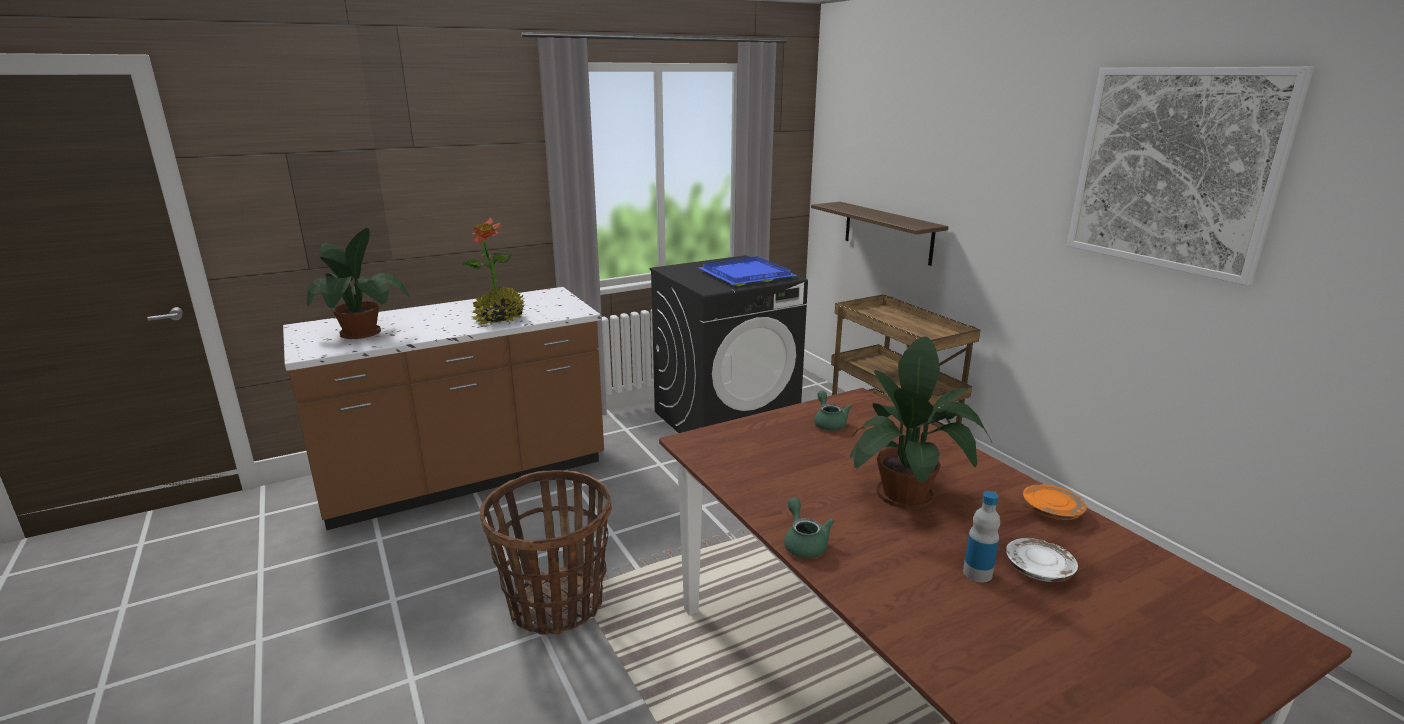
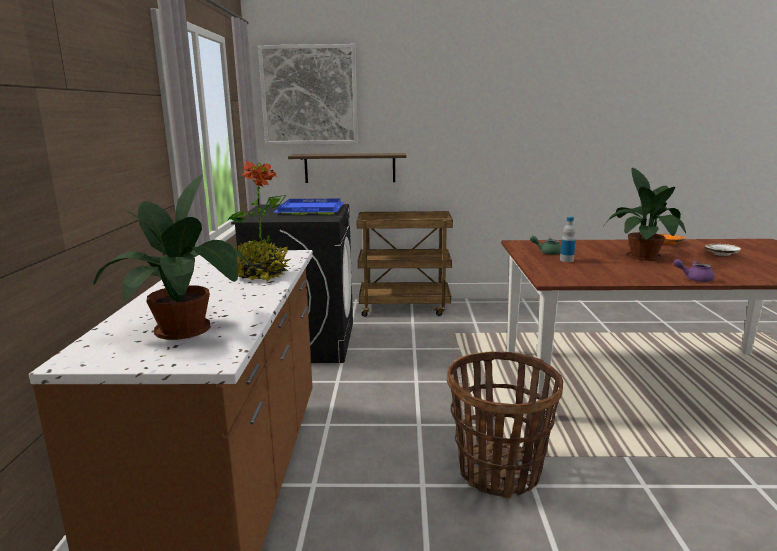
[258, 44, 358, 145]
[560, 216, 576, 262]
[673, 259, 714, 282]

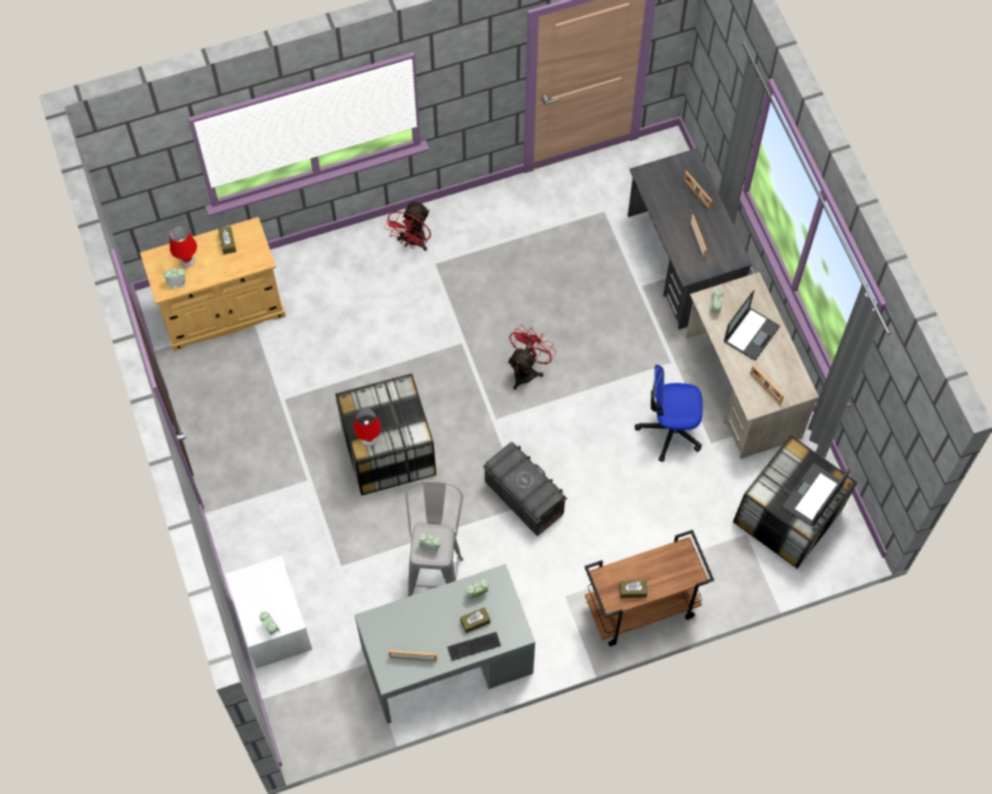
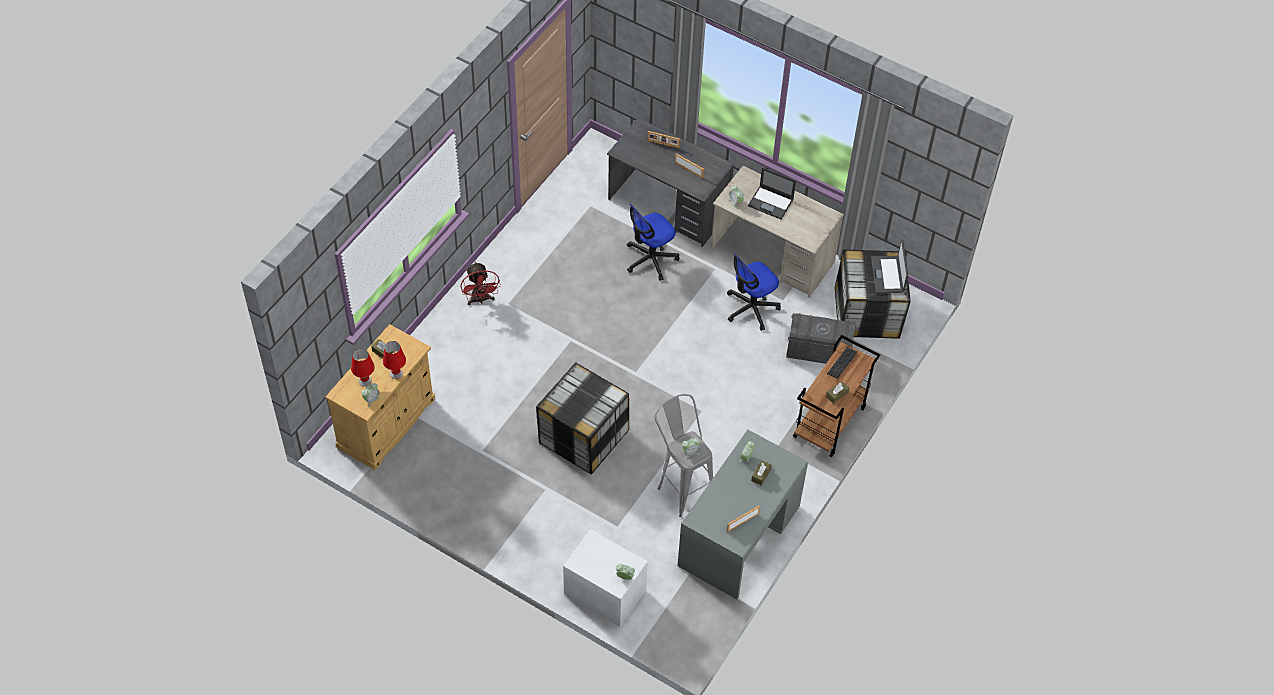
[748, 167, 796, 220]
[508, 324, 556, 390] (first image)
[750, 365, 784, 404] (first image)
[383, 341, 406, 379]
[786, 313, 856, 364]
[827, 347, 857, 379]
[627, 204, 679, 281]

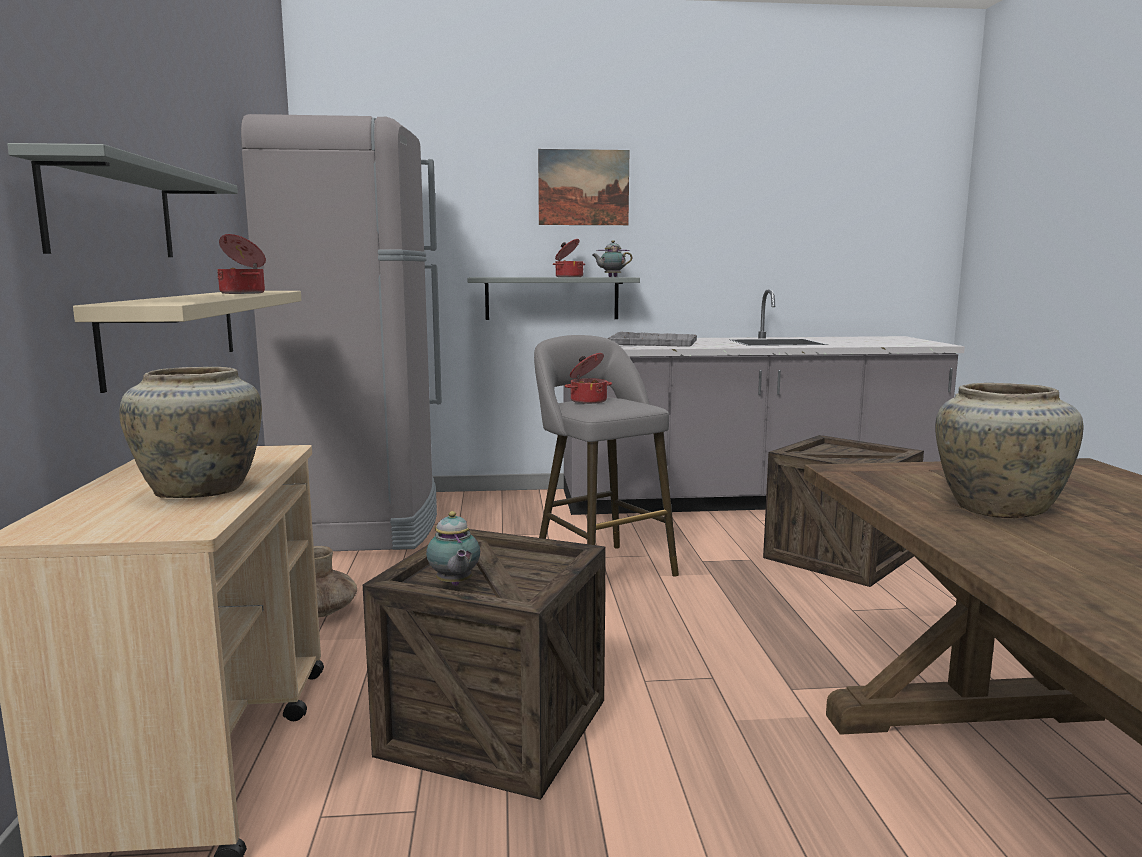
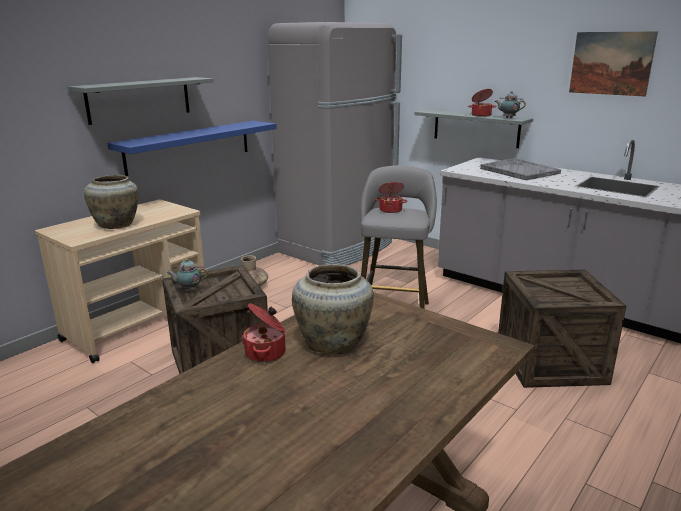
[569, 31, 658, 97]
[242, 303, 286, 363]
[107, 121, 277, 176]
[166, 258, 209, 291]

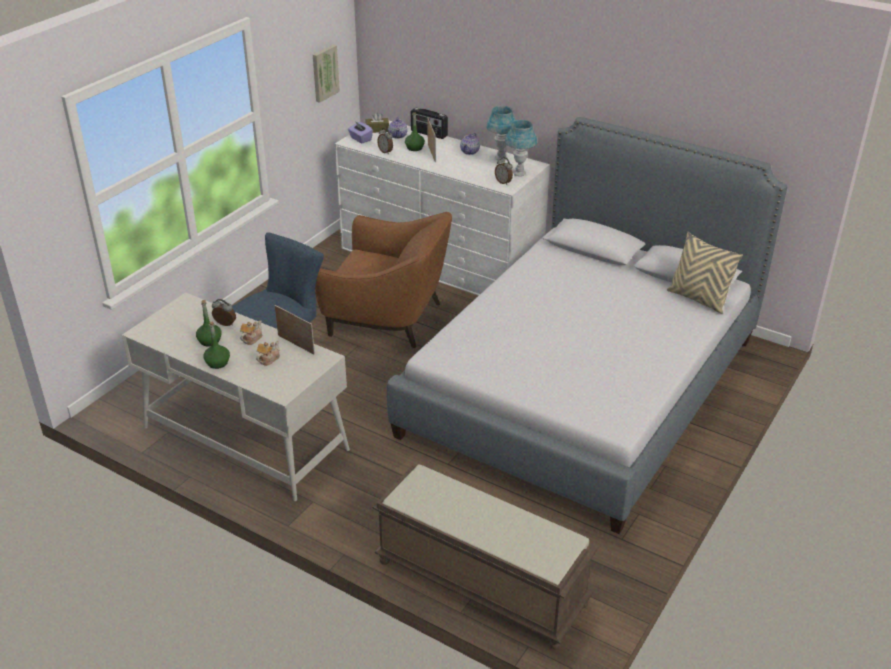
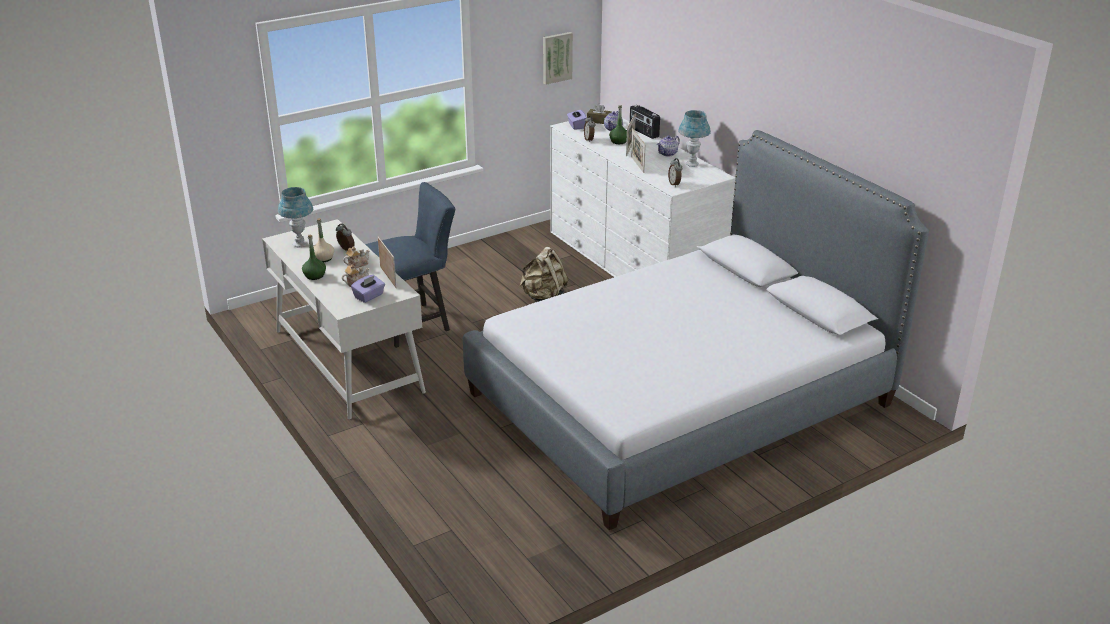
[278, 187, 313, 247]
[520, 247, 568, 301]
[667, 232, 743, 314] (first image)
[313, 218, 334, 262]
[372, 464, 599, 650] (first image)
[631, 128, 646, 173]
[351, 275, 385, 303]

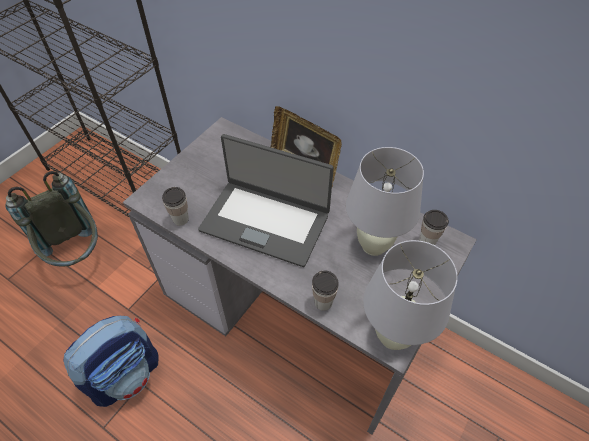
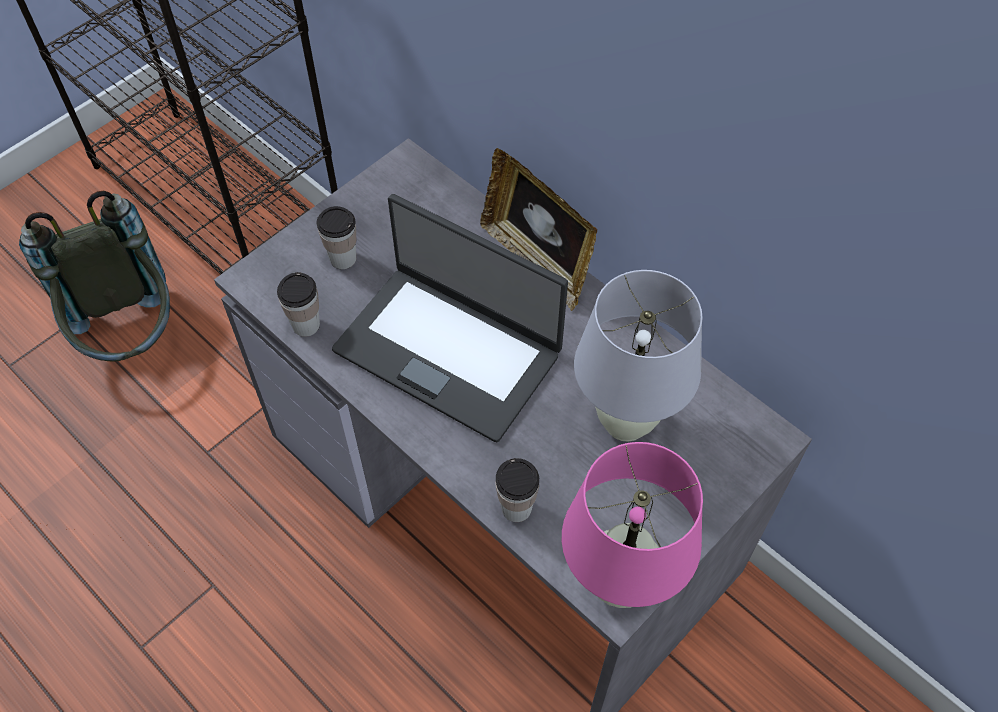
[317, 206, 356, 269]
[562, 442, 703, 608]
[63, 316, 159, 407] (first image)

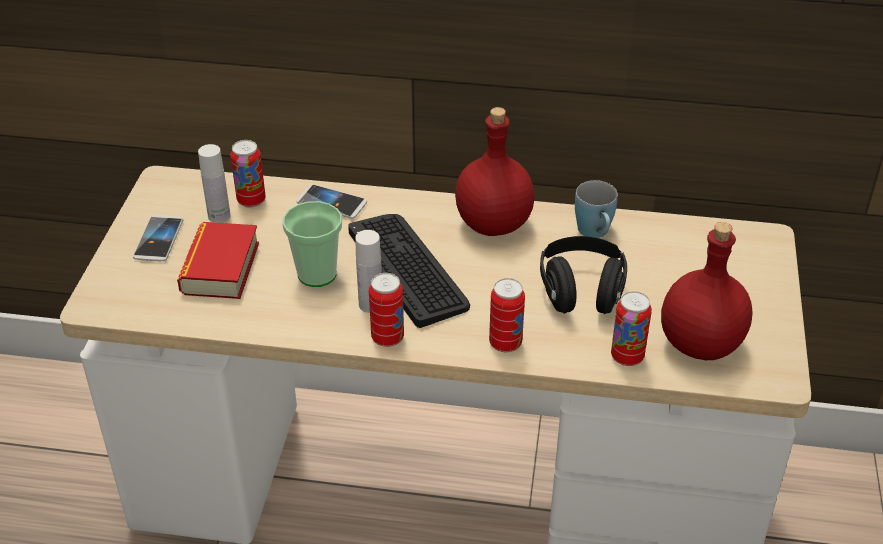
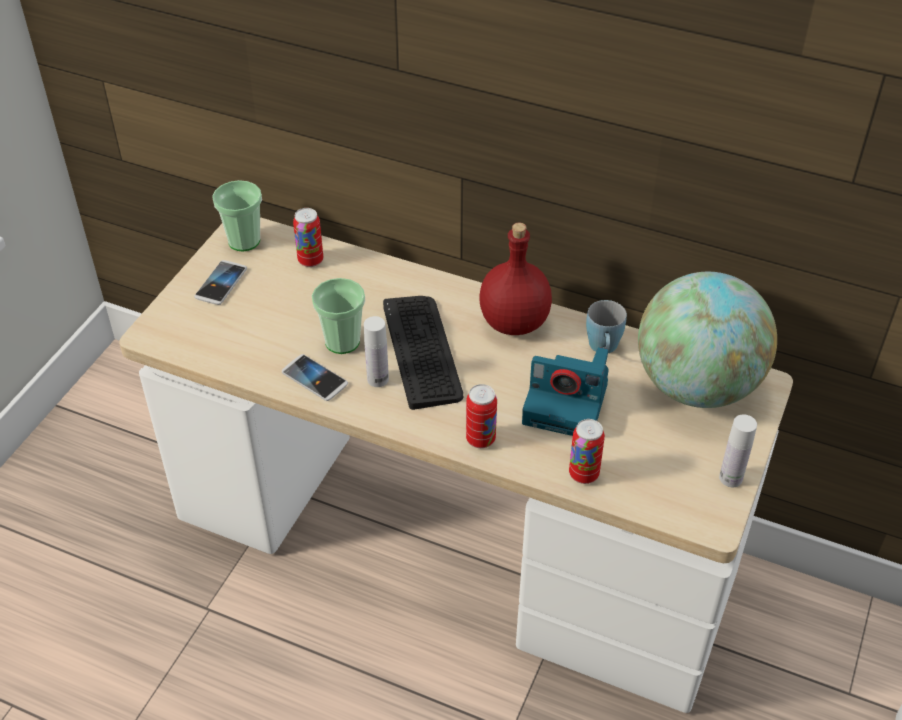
[719, 414, 757, 487]
[282, 354, 348, 401]
[177, 222, 259, 299] (first image)
[661, 222, 753, 360] (first image)
[522, 347, 609, 436]
[369, 273, 404, 347] (first image)
[212, 180, 262, 251]
[638, 272, 777, 408]

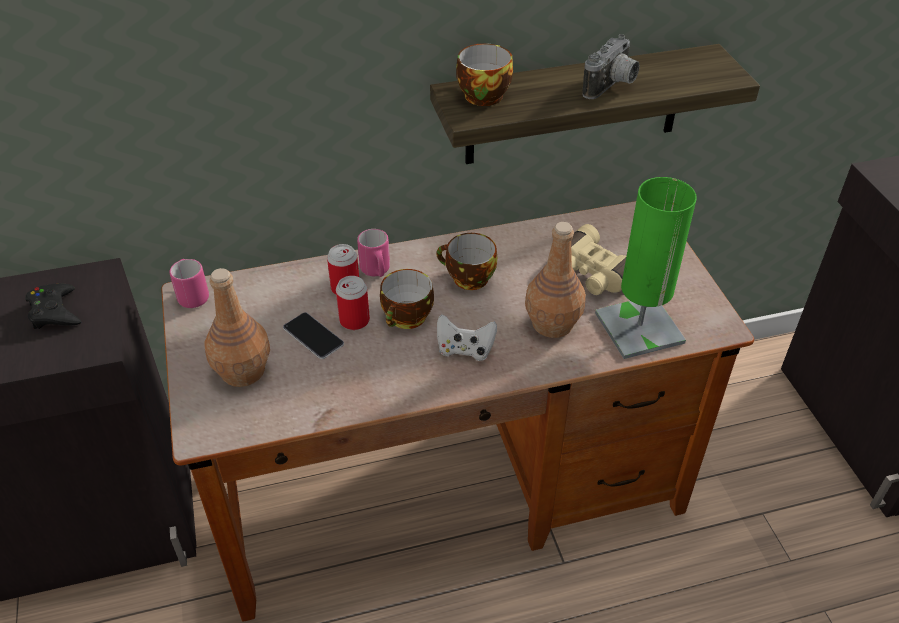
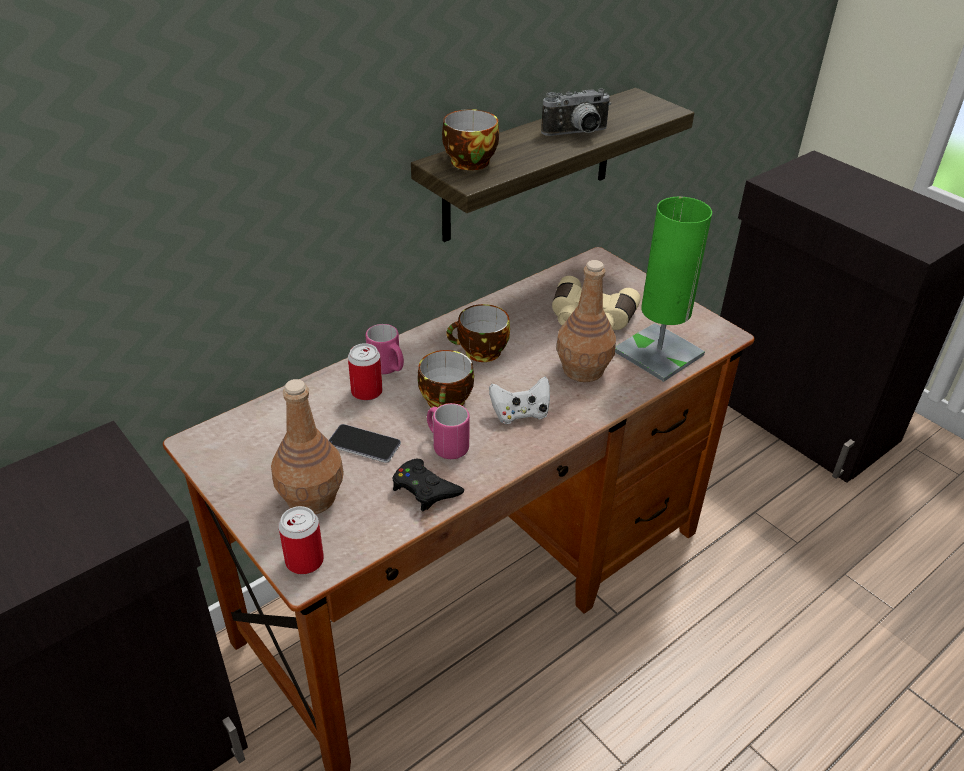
[541, 88, 611, 136]
[427, 403, 470, 459]
[278, 506, 324, 574]
[393, 459, 464, 511]

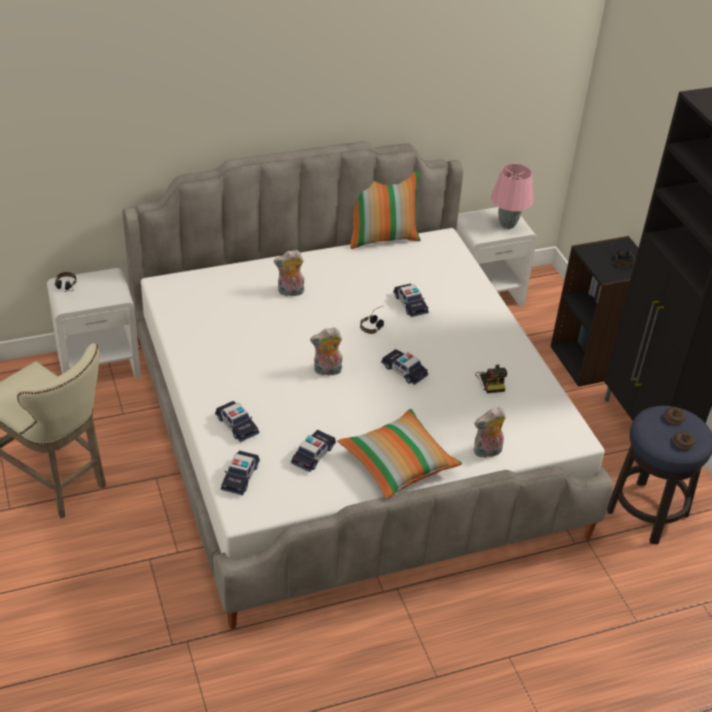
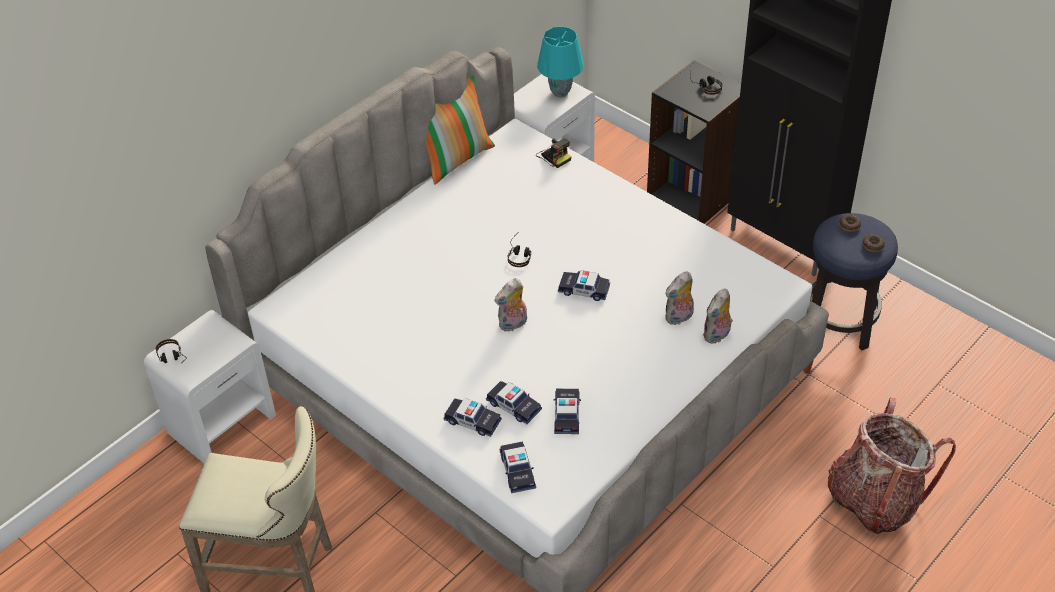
[537, 27, 584, 97]
[665, 271, 694, 325]
[486, 381, 542, 424]
[536, 138, 571, 168]
[337, 409, 462, 499] (first image)
[828, 397, 956, 534]

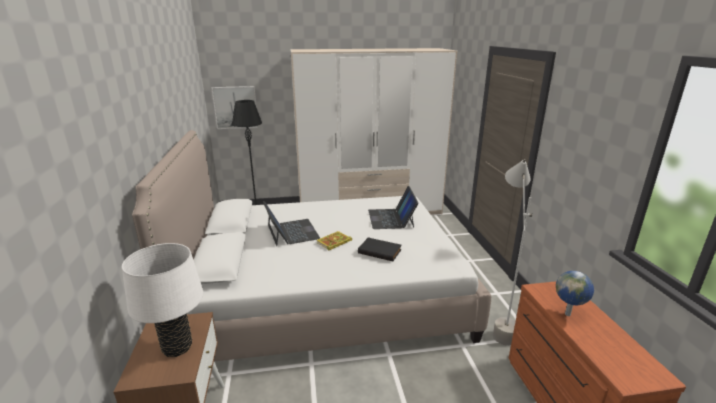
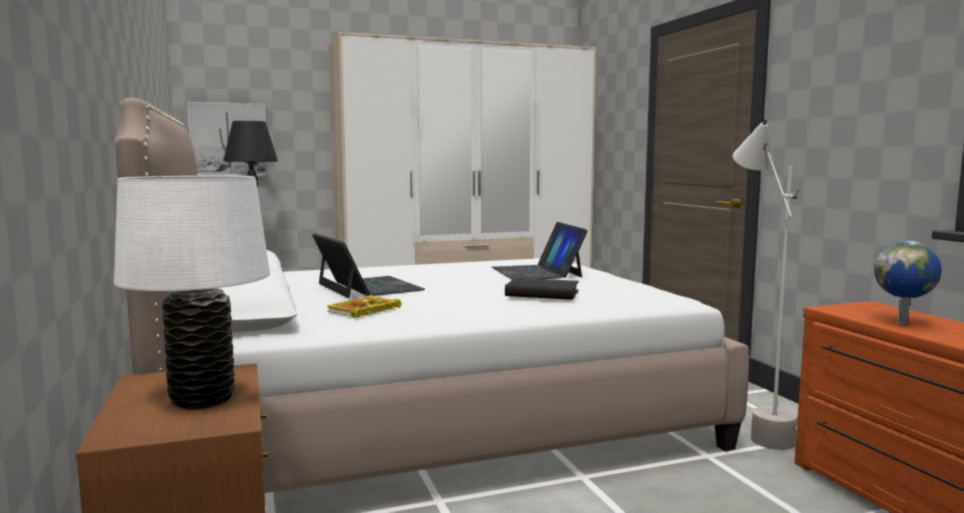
[327, 296, 401, 318]

